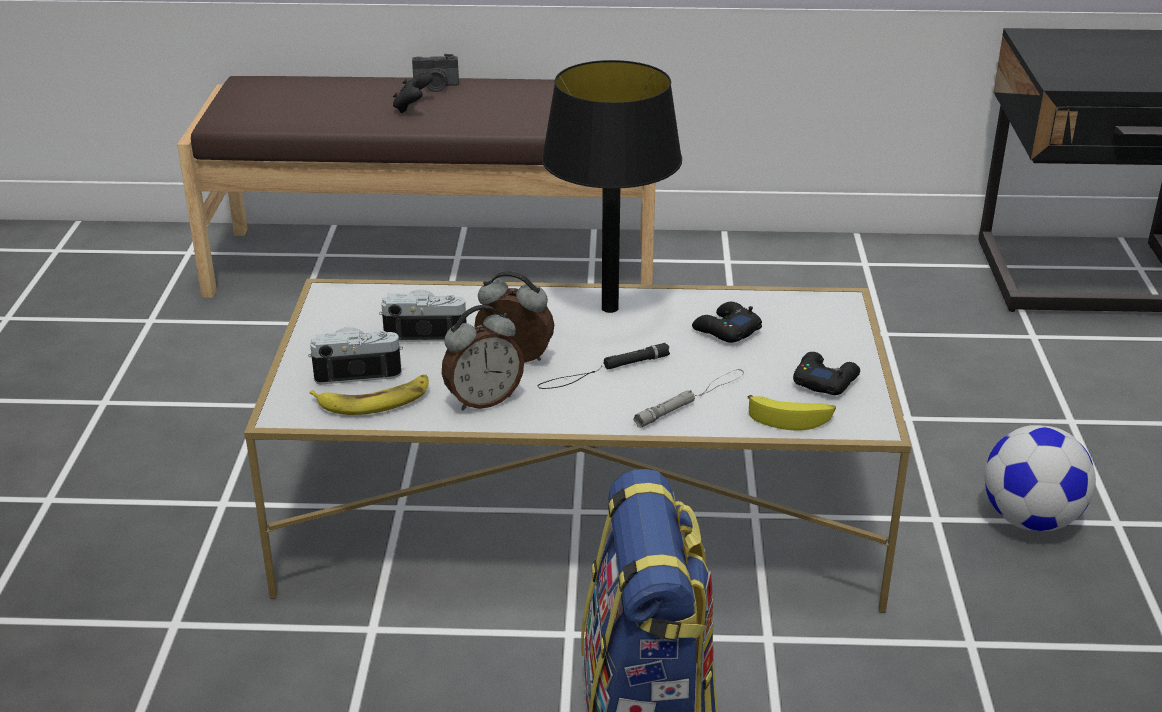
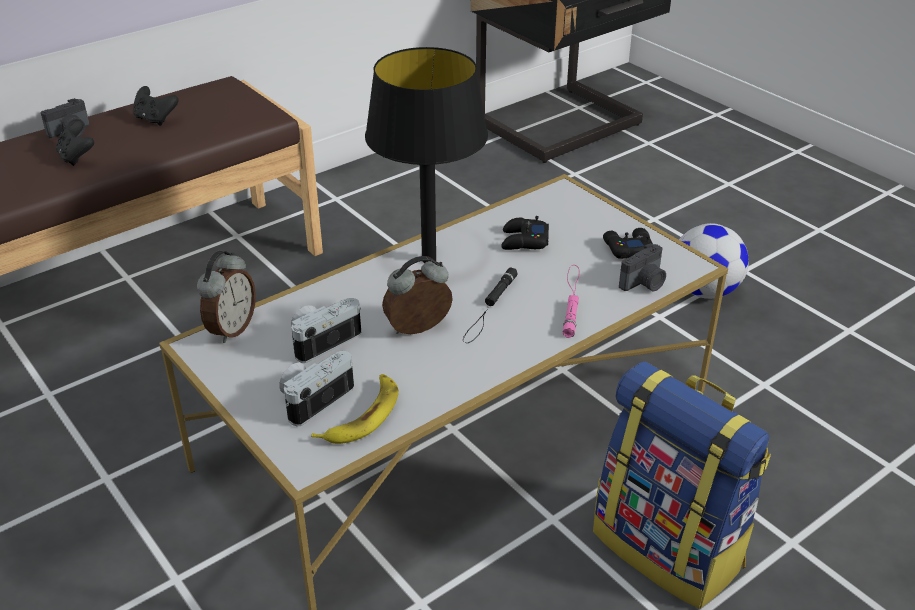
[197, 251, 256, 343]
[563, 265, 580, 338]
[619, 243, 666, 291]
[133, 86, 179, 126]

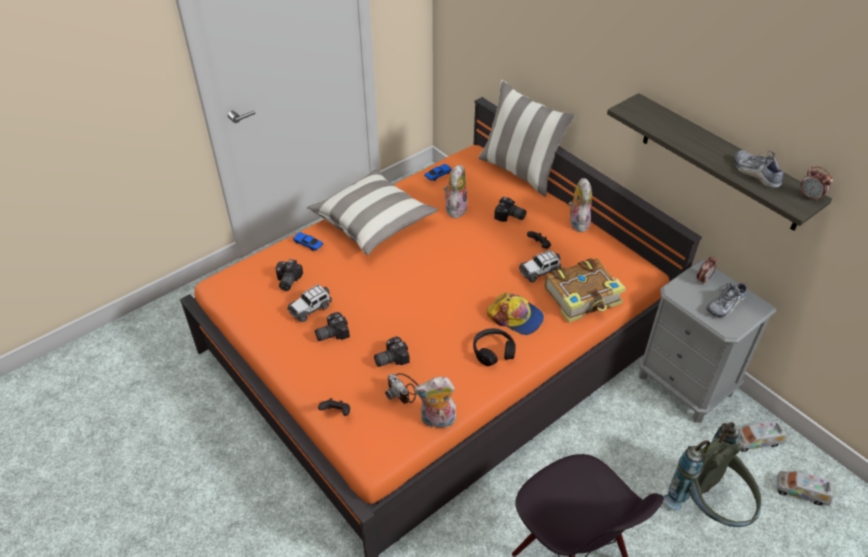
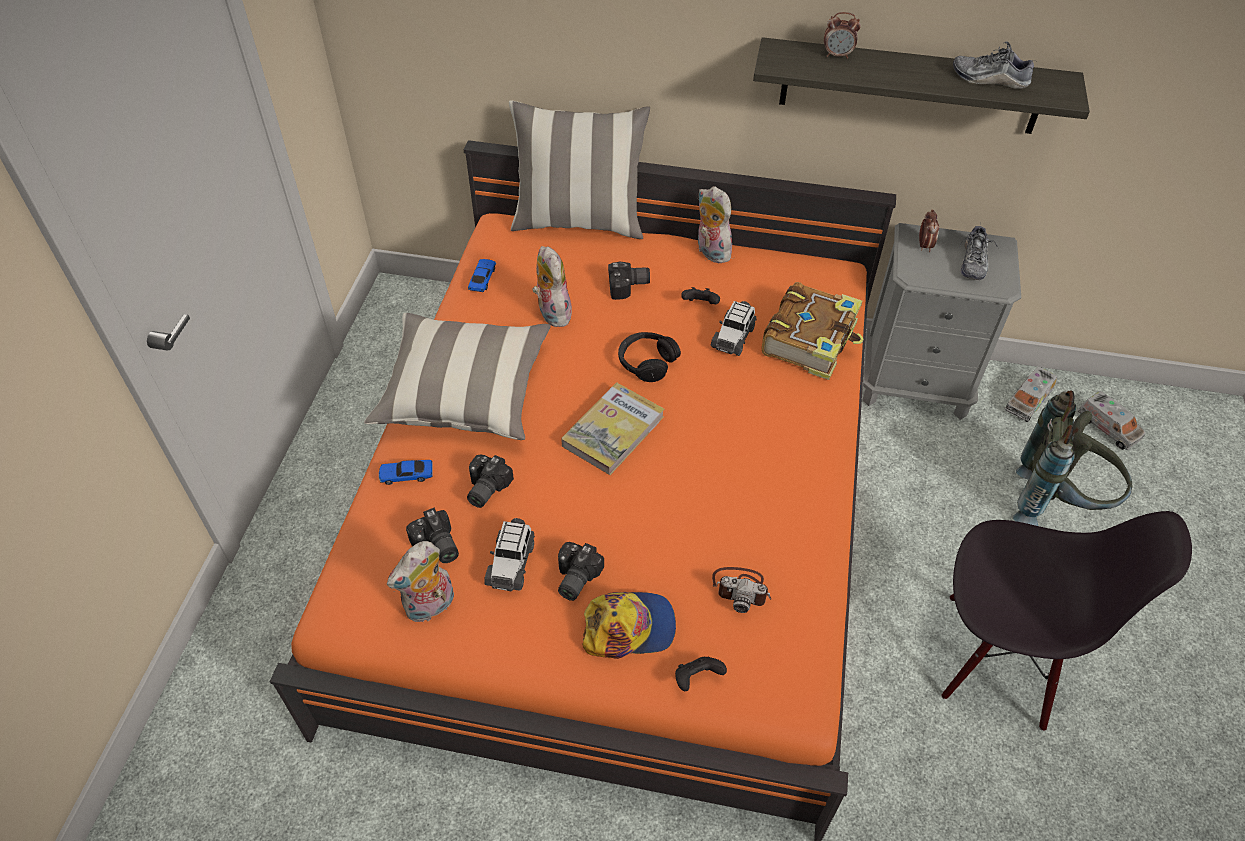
[824, 12, 861, 59]
[582, 592, 676, 659]
[618, 332, 681, 382]
[467, 454, 514, 508]
[387, 541, 454, 622]
[1078, 391, 1146, 450]
[561, 383, 664, 475]

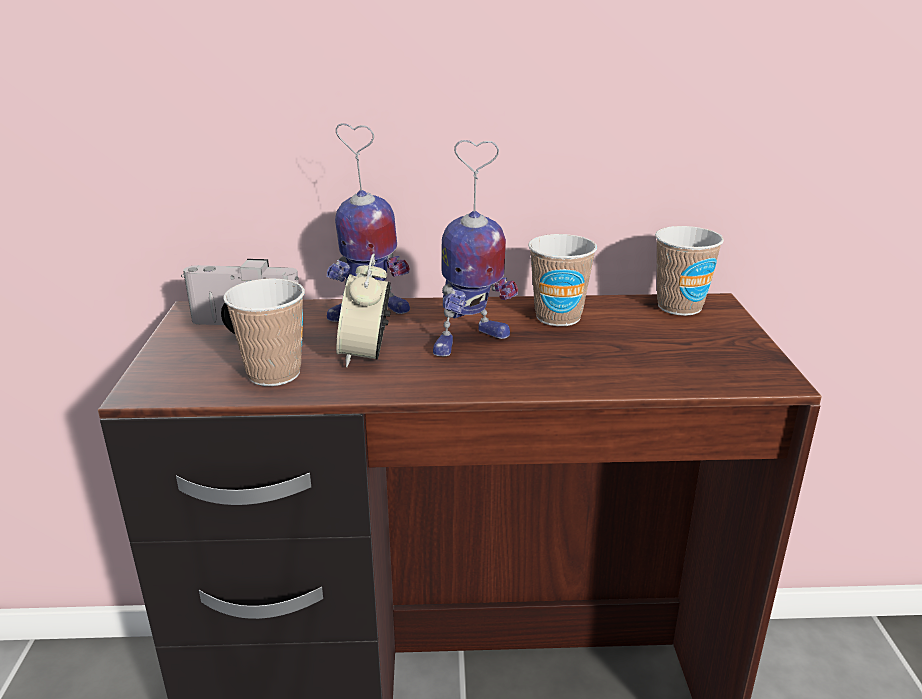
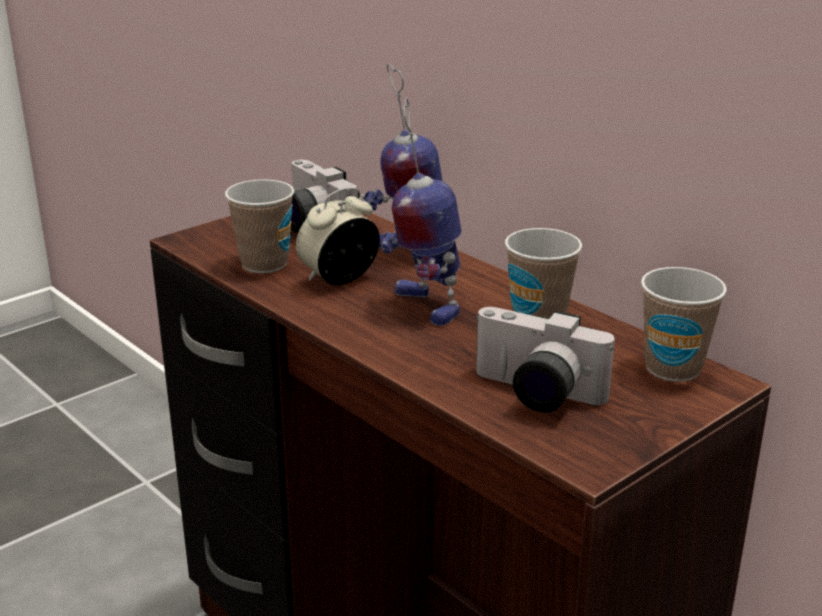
[381, 98, 462, 326]
[475, 307, 615, 412]

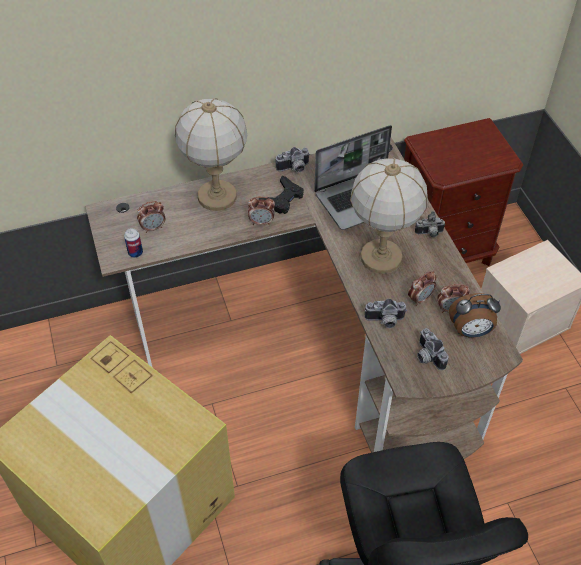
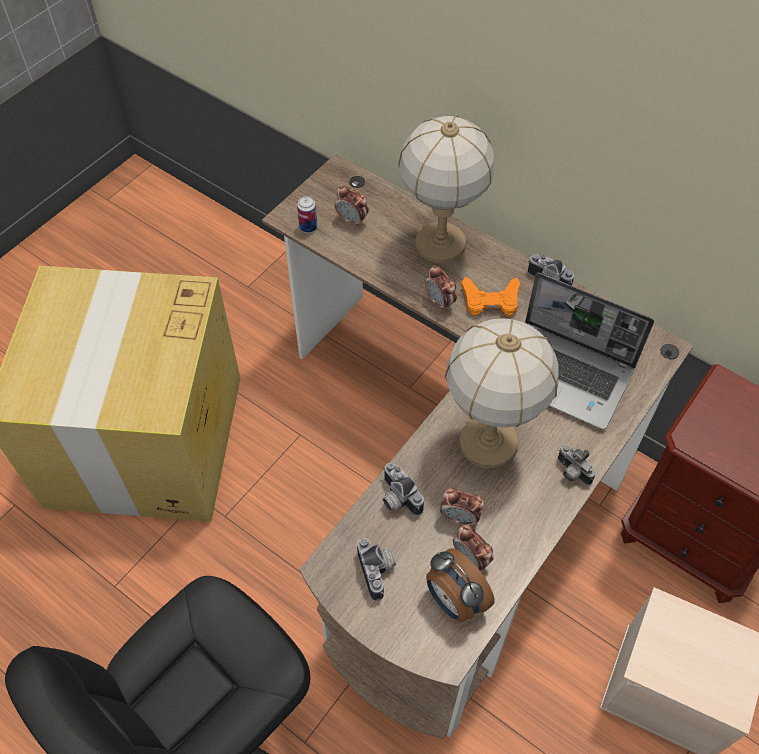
[461, 277, 520, 317]
[357, 538, 396, 601]

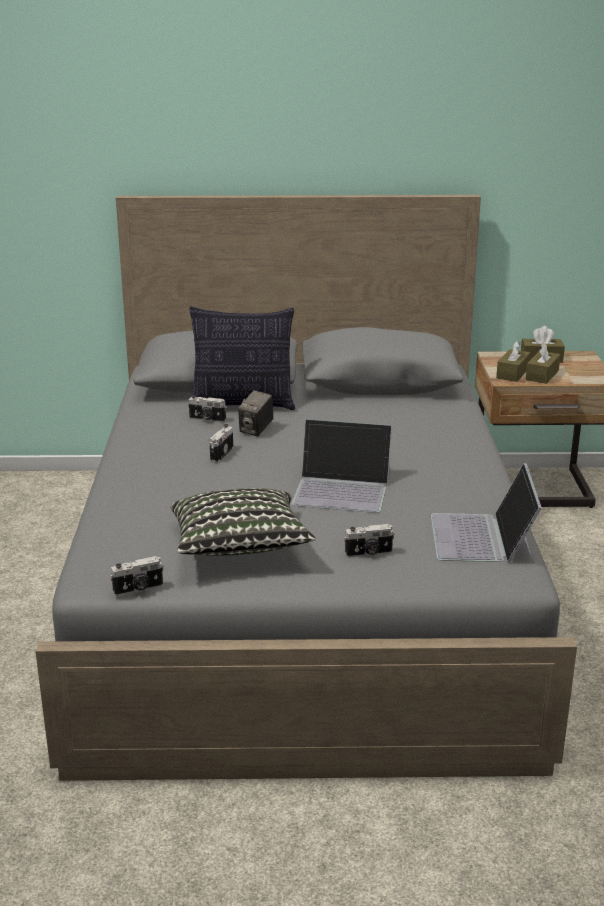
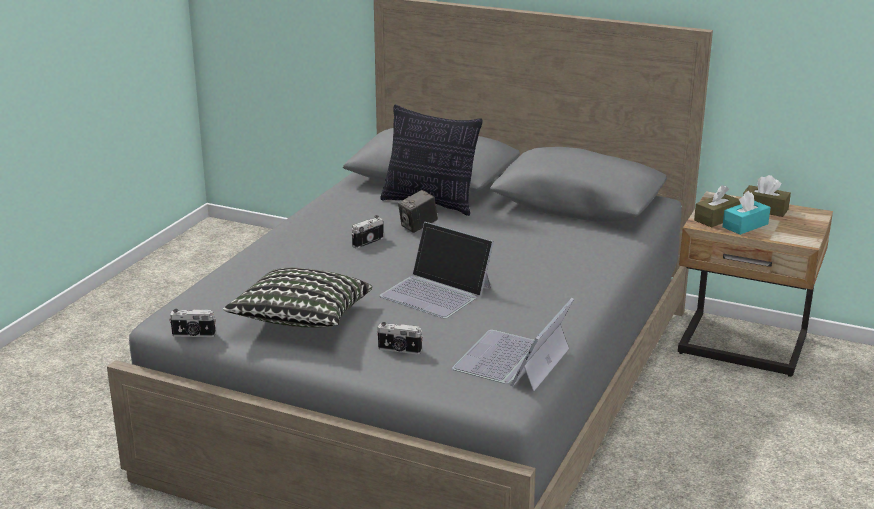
[722, 191, 771, 235]
[188, 395, 227, 423] (first image)

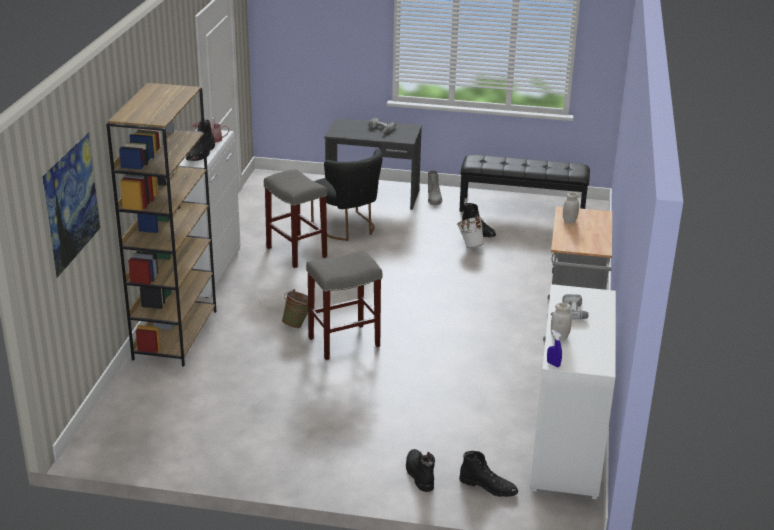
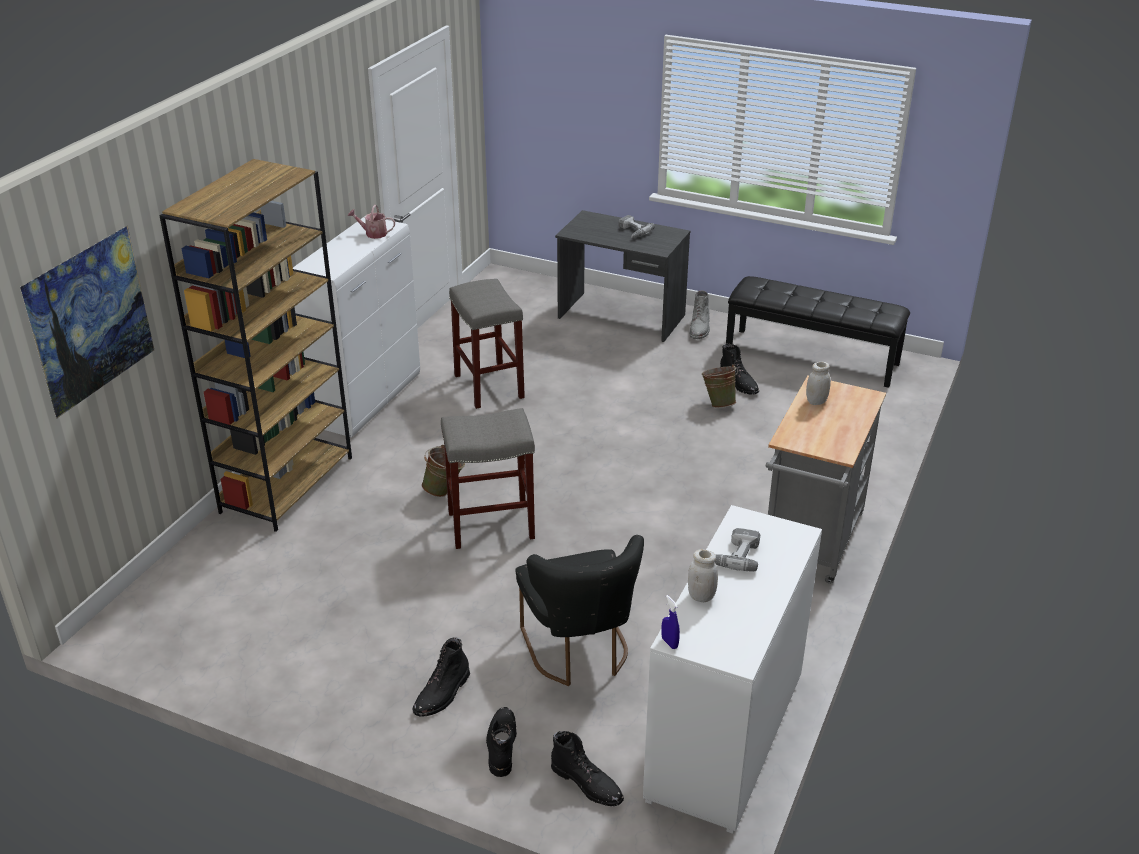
[412, 637, 470, 717]
[515, 535, 644, 686]
[701, 364, 738, 408]

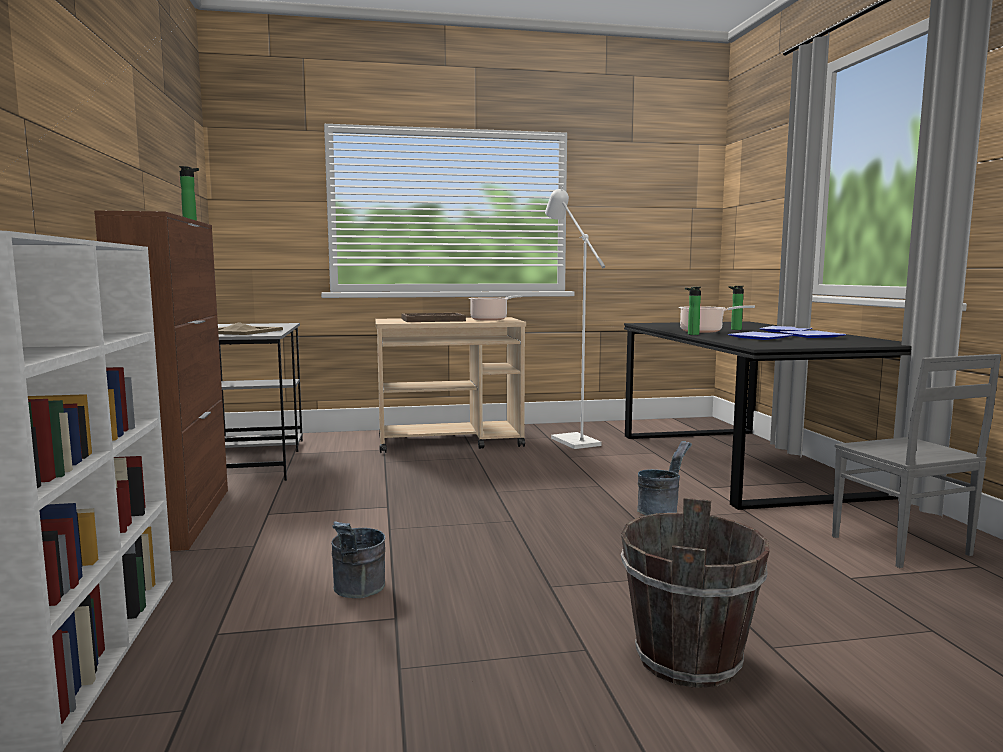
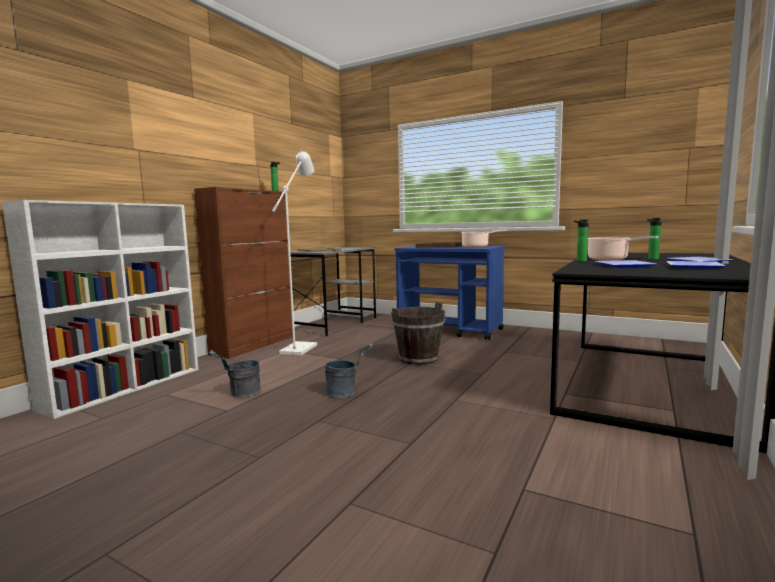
[272, 150, 317, 355]
[395, 246, 505, 340]
[832, 354, 1001, 568] (first image)
[325, 344, 374, 398]
[391, 302, 445, 365]

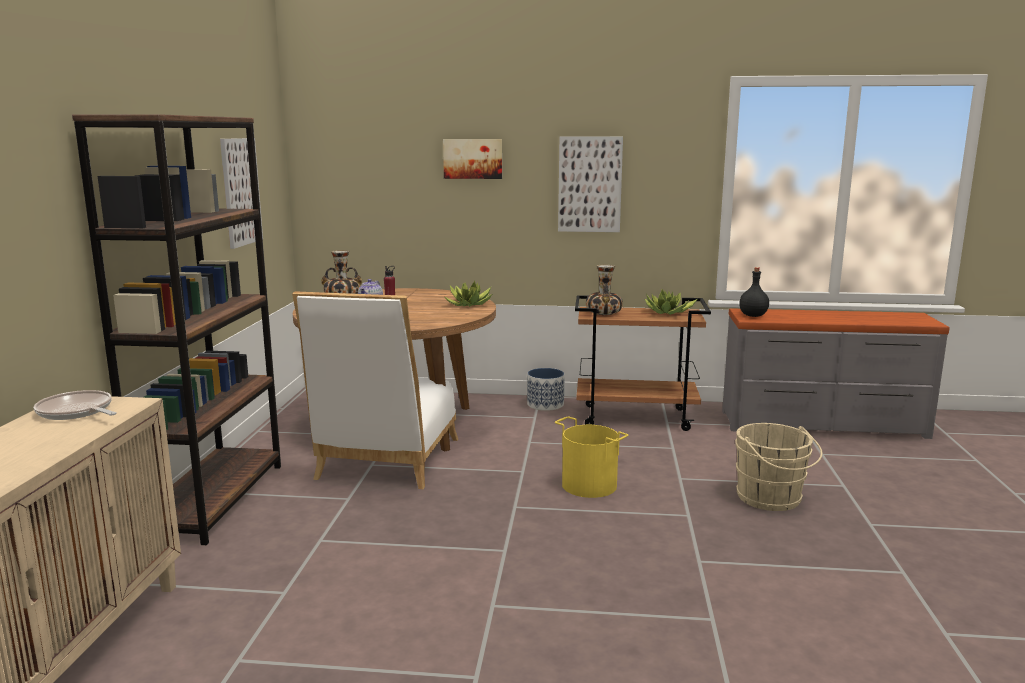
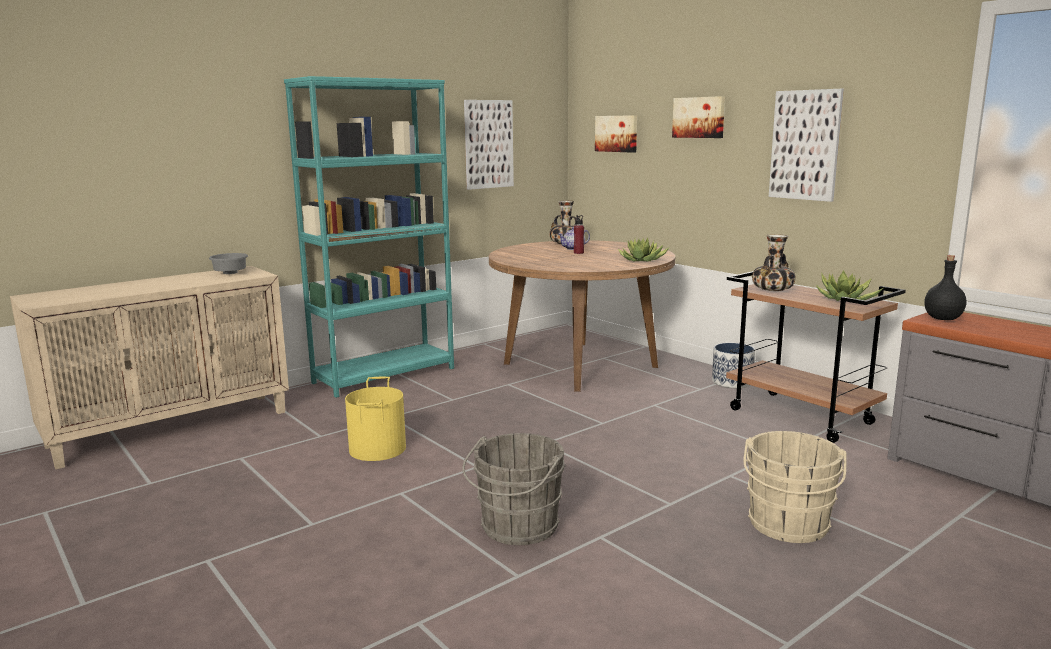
[284, 76, 454, 398]
[292, 291, 458, 489] (first image)
[209, 253, 248, 274]
[345, 377, 406, 461]
[595, 115, 637, 153]
[462, 433, 566, 545]

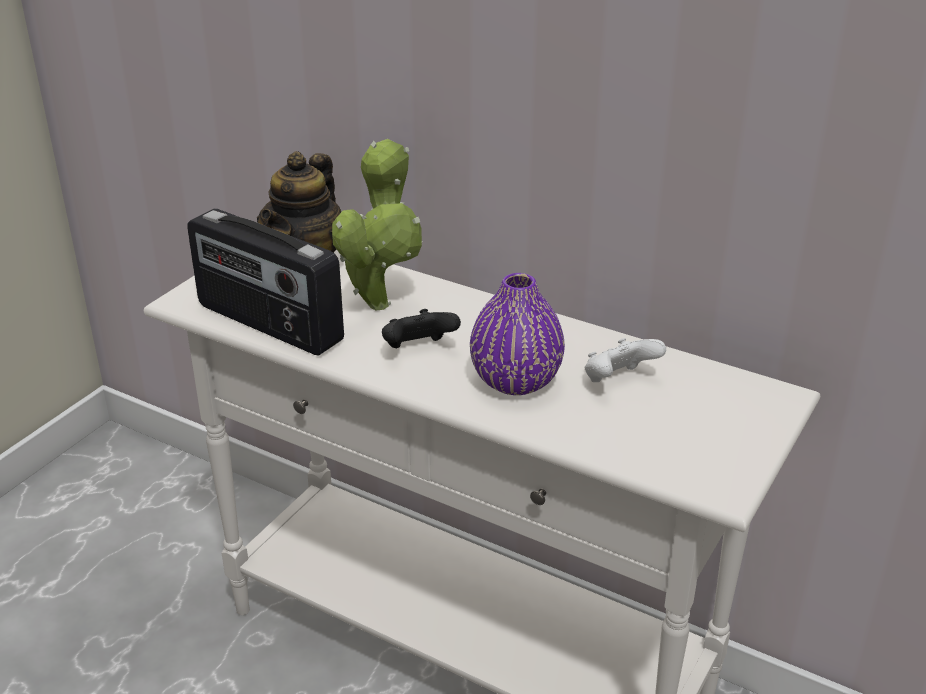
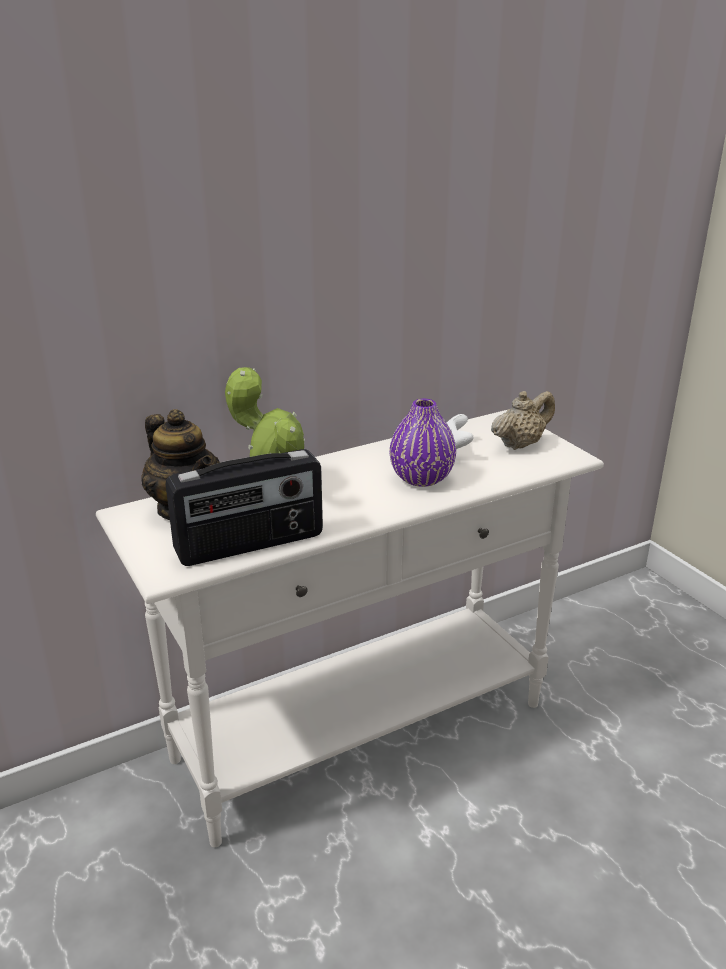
[382, 309, 461, 348] (first image)
[491, 391, 555, 450]

